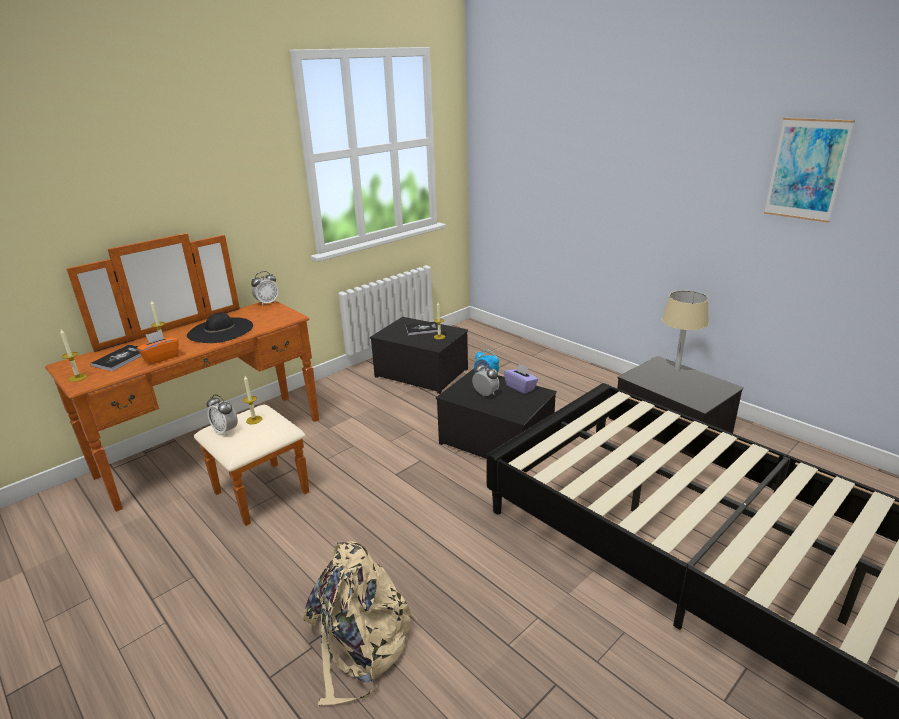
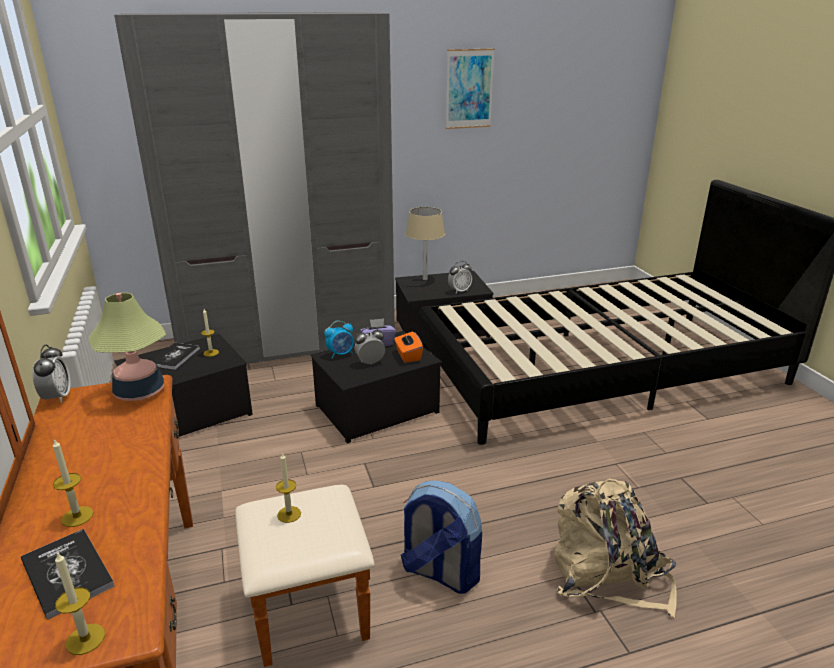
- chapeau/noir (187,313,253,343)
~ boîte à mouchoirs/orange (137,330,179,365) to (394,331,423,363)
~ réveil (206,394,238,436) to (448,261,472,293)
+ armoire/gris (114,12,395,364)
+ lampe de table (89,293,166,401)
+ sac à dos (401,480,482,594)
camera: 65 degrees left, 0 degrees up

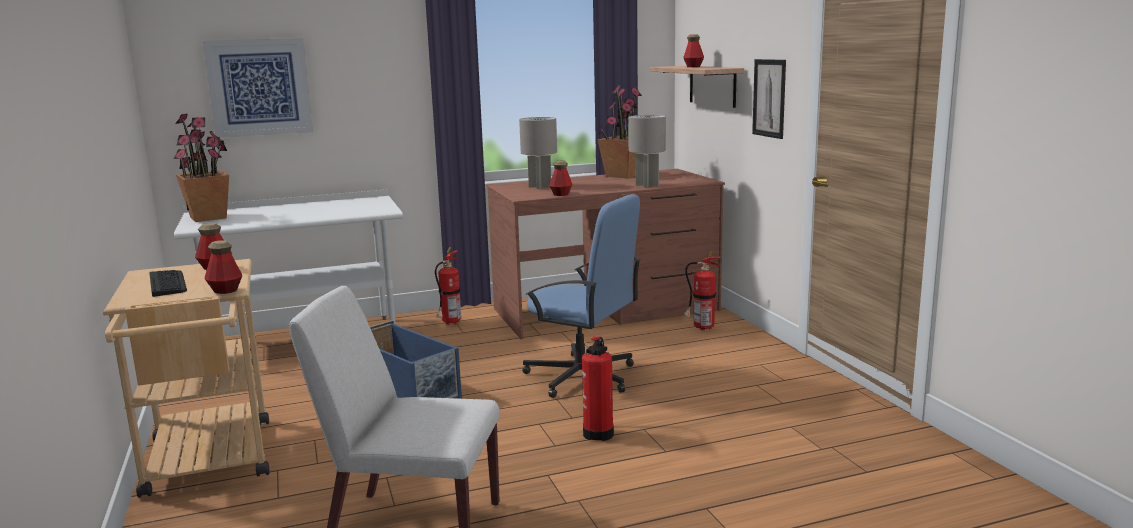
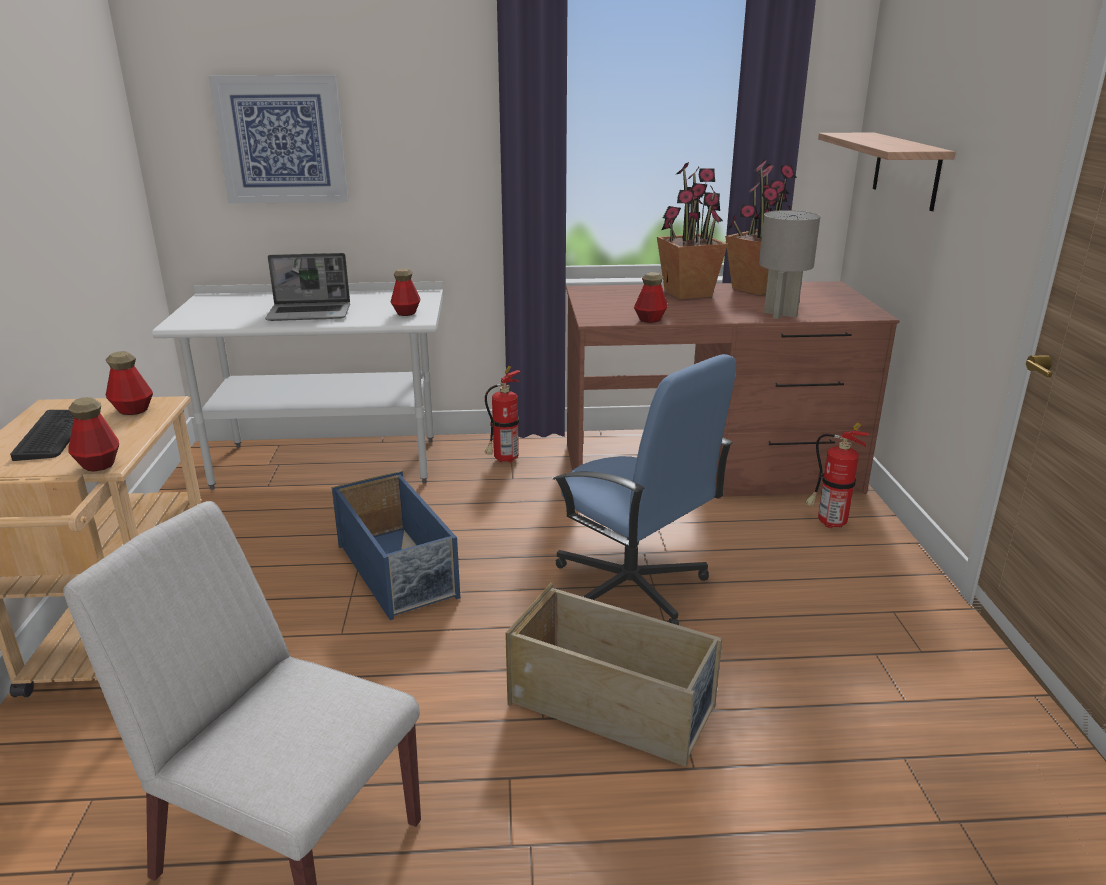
~ bouteille (683,34,704,67) to (391,268,421,316)
- tableau (752,59,786,139)
~ plante en pot (173,113,229,222) to (657,162,728,299)
- lampe de table/gris (519,117,557,189)
~ extincteur (582,336,614,441) to boîte de rangement/beige (505,583,722,767)
+ ordinateur portable (265,253,350,321)
camera: 15 degrees right, 10 degrees up

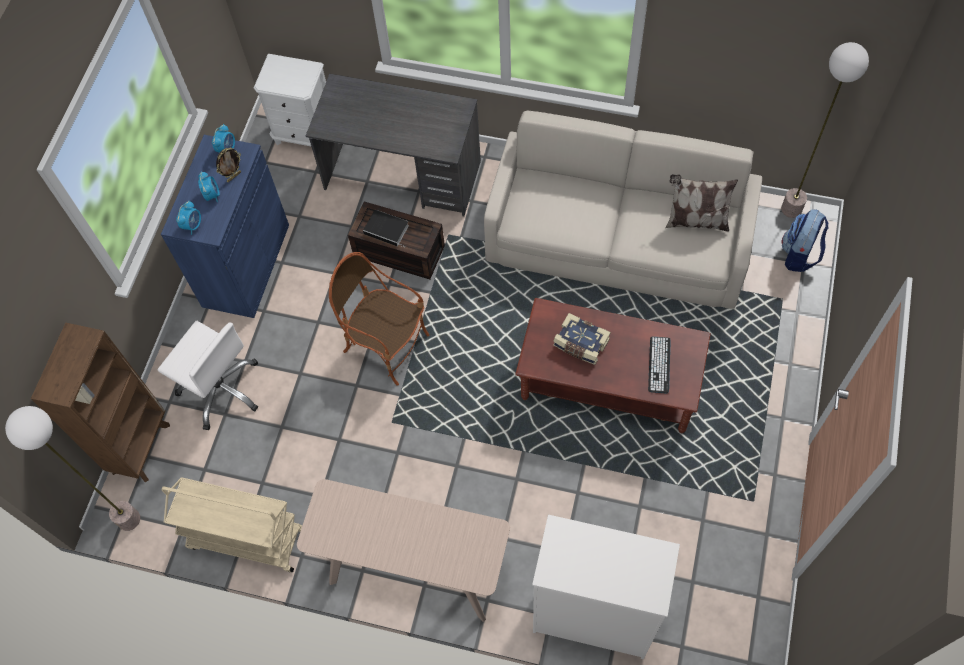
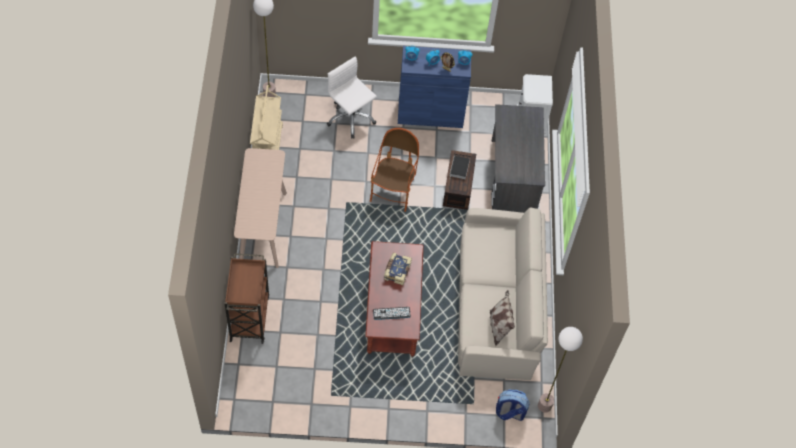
~ chaise de bureau/blanc (157,321,258,430) = (327,56,377,139) 120 degrees clockwise
- bibliothèque/marron (31,323,170,482)
~ commode/blanc (532,515,680,659) to chariot/marron (224,253,269,344)
camera: 70 degrees right, 5 degrees down

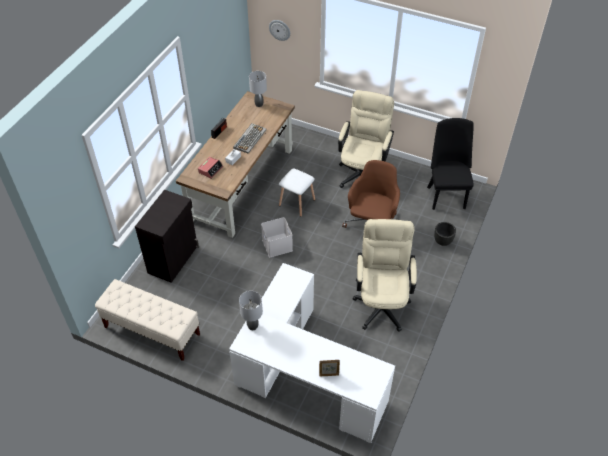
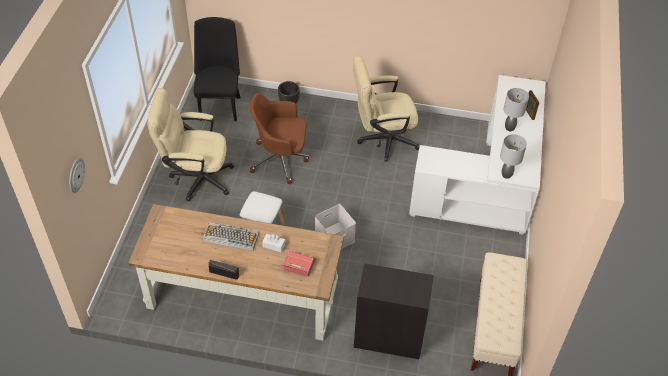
~ lampe de table/gris (249,71,267,107) to (503,88,529,131)
~ chaise/noir (427,118,474,210) = (193,17,241,121) 105 degrees clockwise
camera: 105 degrees left, 0 degrees up

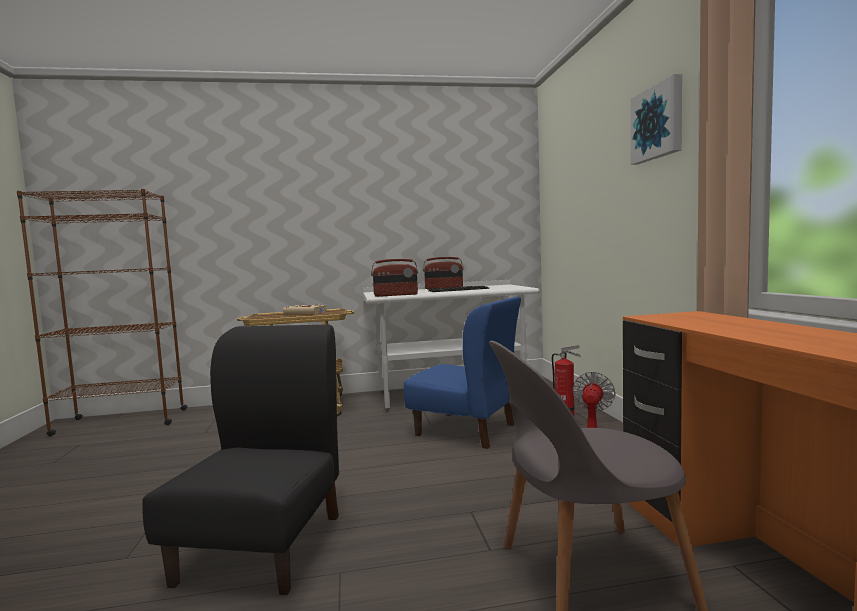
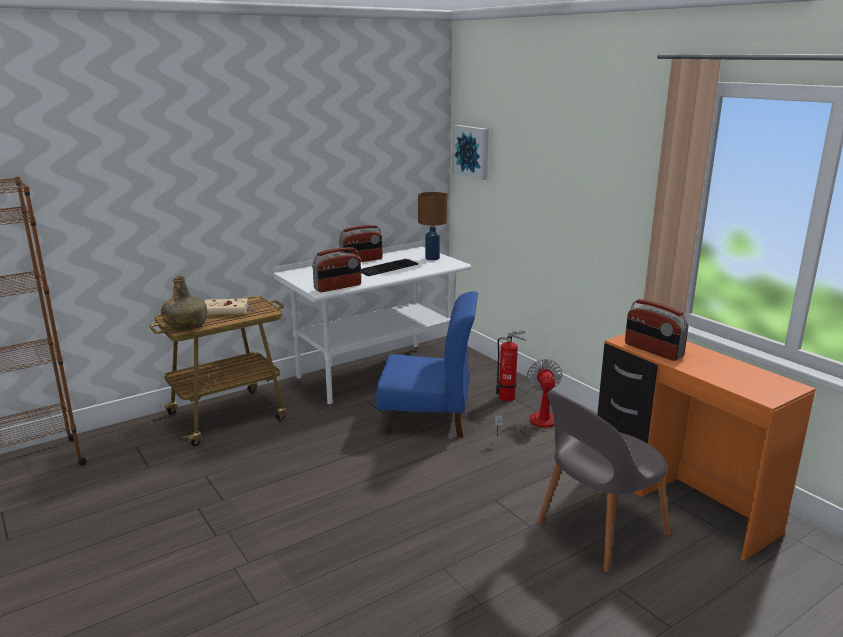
~ tableau (630,74,682,165) to (453,125,489,180)
- chaise/noir (142,325,339,595)
+ lampe de table/marron (418,192,448,260)
+ bouteille/vert (161,276,207,331)
+ radio (625,299,688,361)
camera: 25 degrees left, 15 degrees up

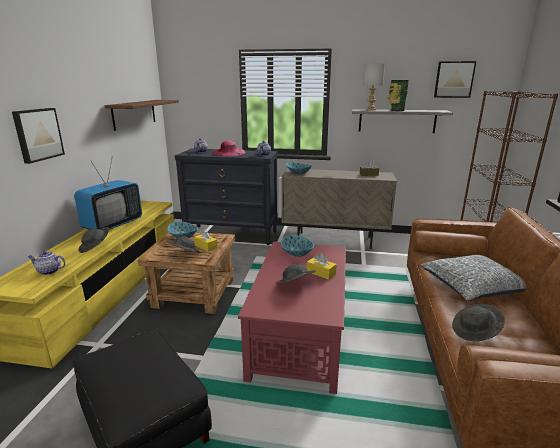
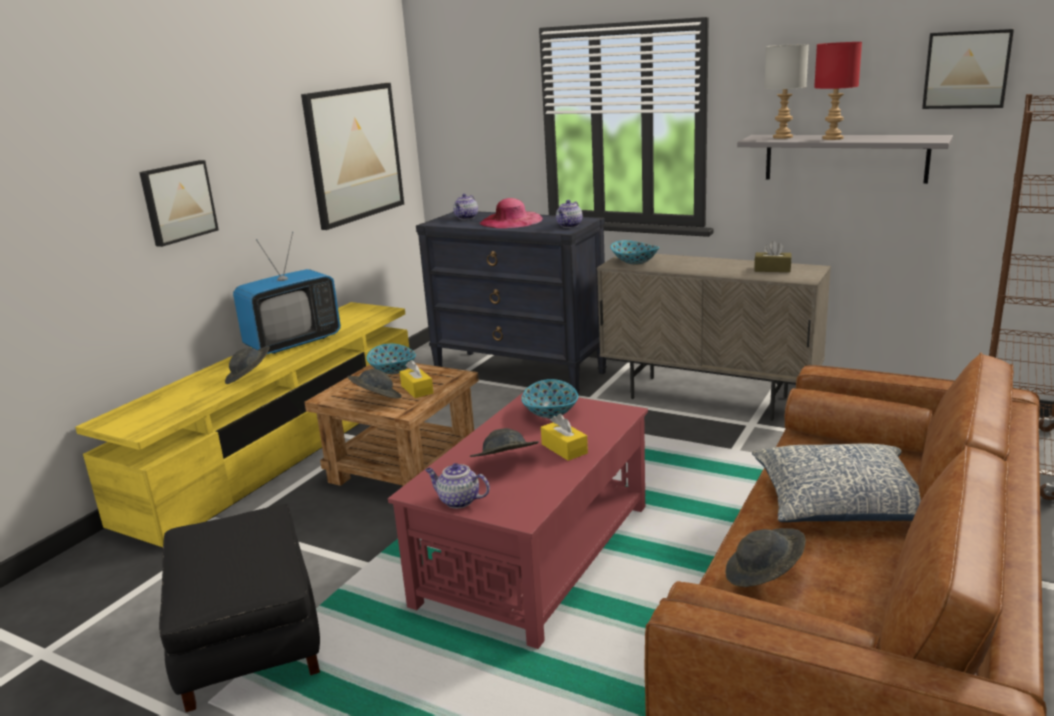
~ vase (387,80,409,111) to lampe de table/rouge (814,42,862,140)
~ étagère/marron (104,100,179,131) to tableau (301,83,404,230)
~ théière (28,251,66,275) to (425,463,490,508)
camera: 20 degrees right, 0 degrees up

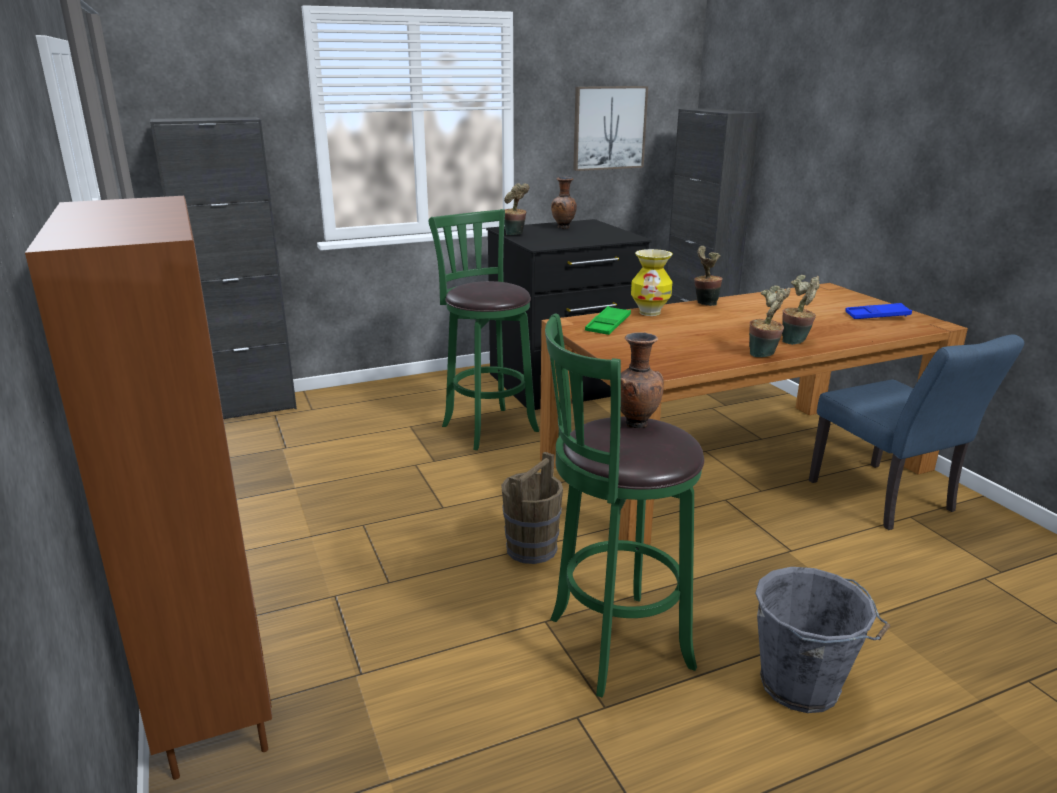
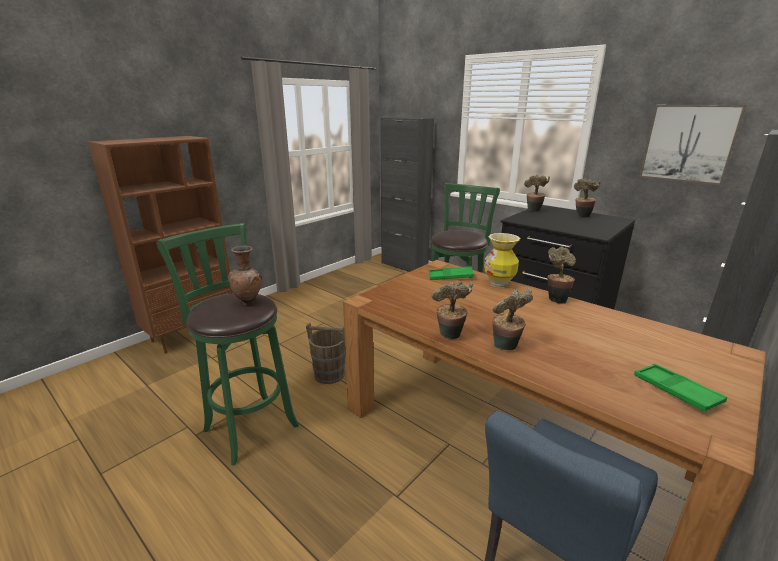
~ vase/marron (551,177,577,229) to plante en pot (574,178,601,217)
~ plateau/bleu (845,303,912,319) to plateau/vert (634,364,727,411)
- seau/gris (755,567,890,713)
camera: 65 degrees right, 0 degrees up

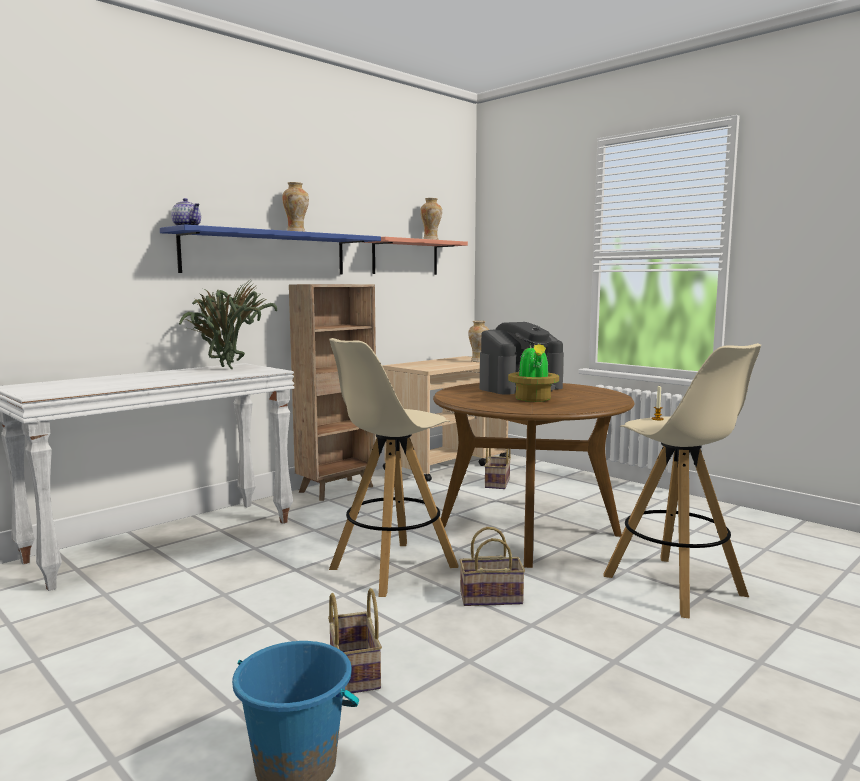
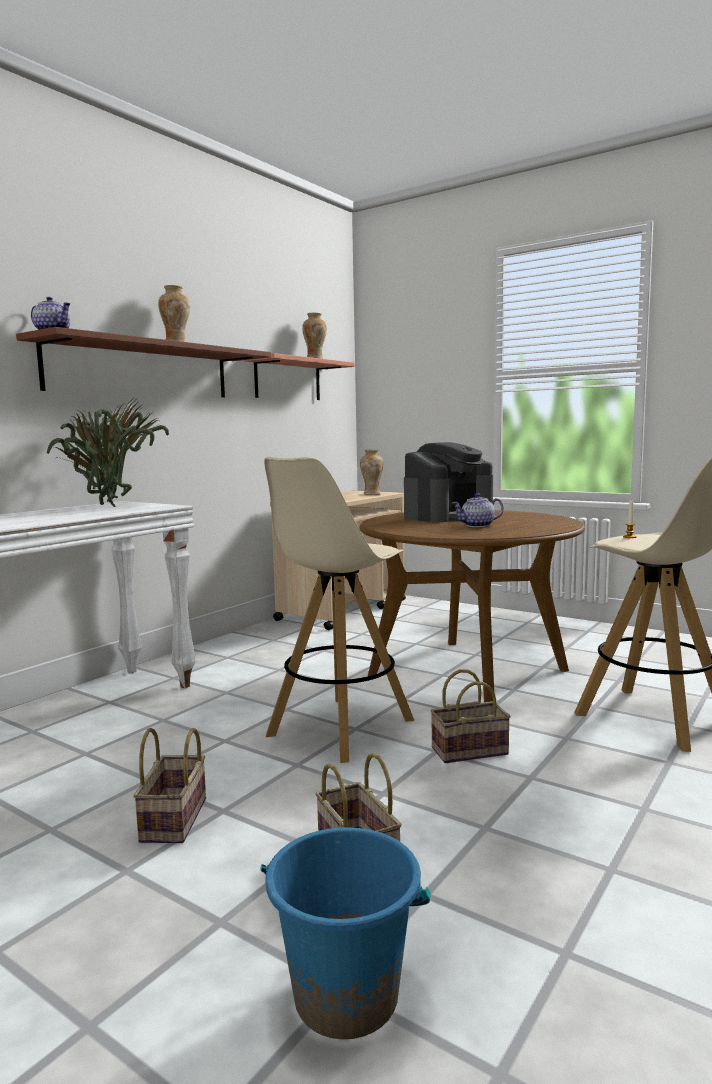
~ étagère/bleu (160,224,381,274) to étagère/marron (16,327,271,397)
- bibliothèque/marron (289,284,377,501)
~ plante en pot (508,343,559,402) to théière (452,493,504,527)
~ panier (484,448,511,489) to (133,728,206,843)
camera: 10 degrees left, 0 degrees up

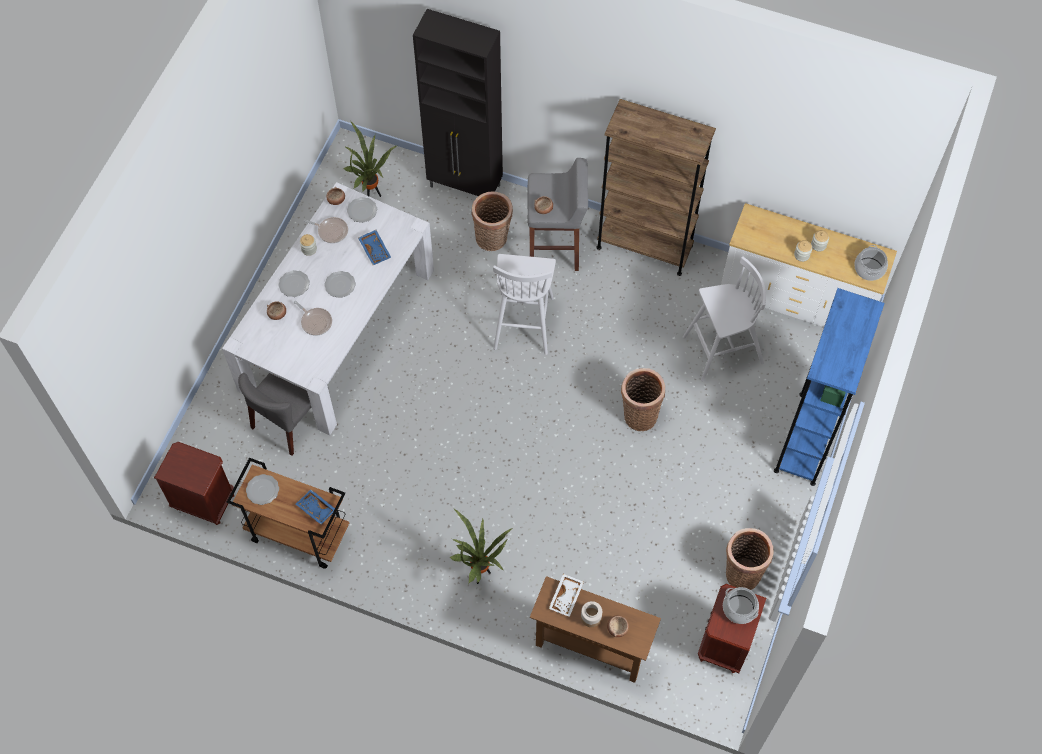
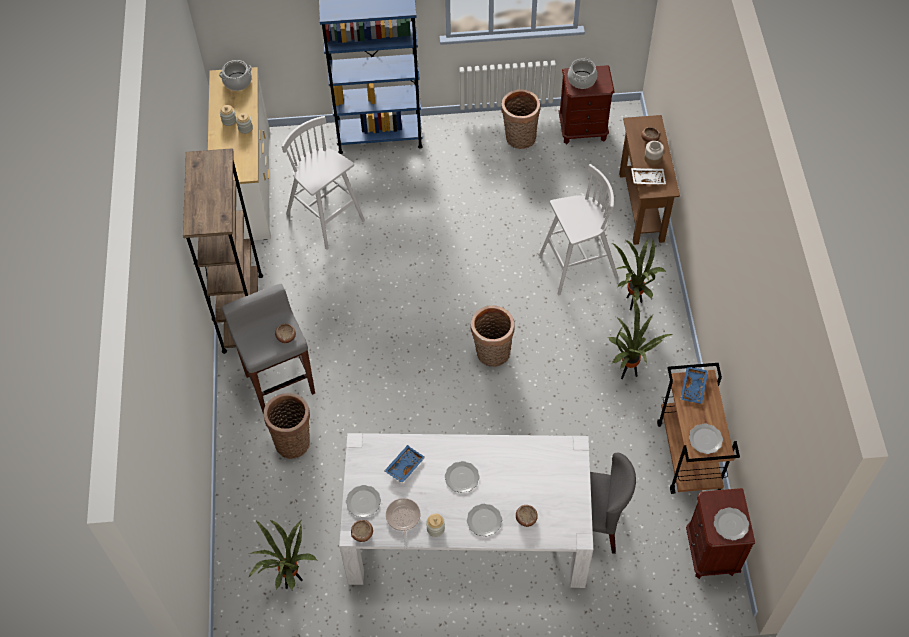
- meuble de rangement/noir (413,9,503,196)
~ tabouret/blanc (493,254,556,355) to (539,164,618,295)
- poêle (294,301,332,336)
~ panier (621,368,665,431) to (471,305,515,367)
+ plante en pot (608,294,674,379)
+ assiette (714,507,749,540)
camera: 115 degrees left, 5 degrees down

